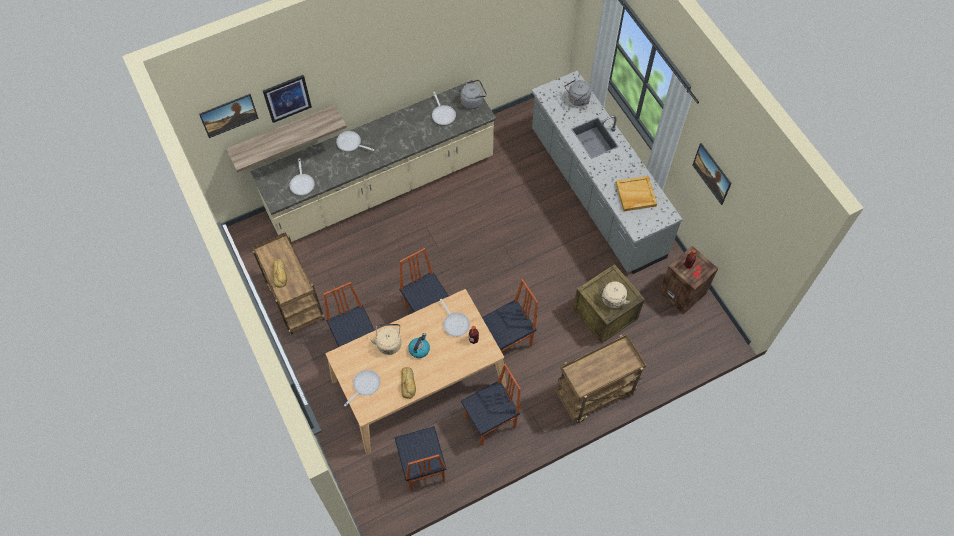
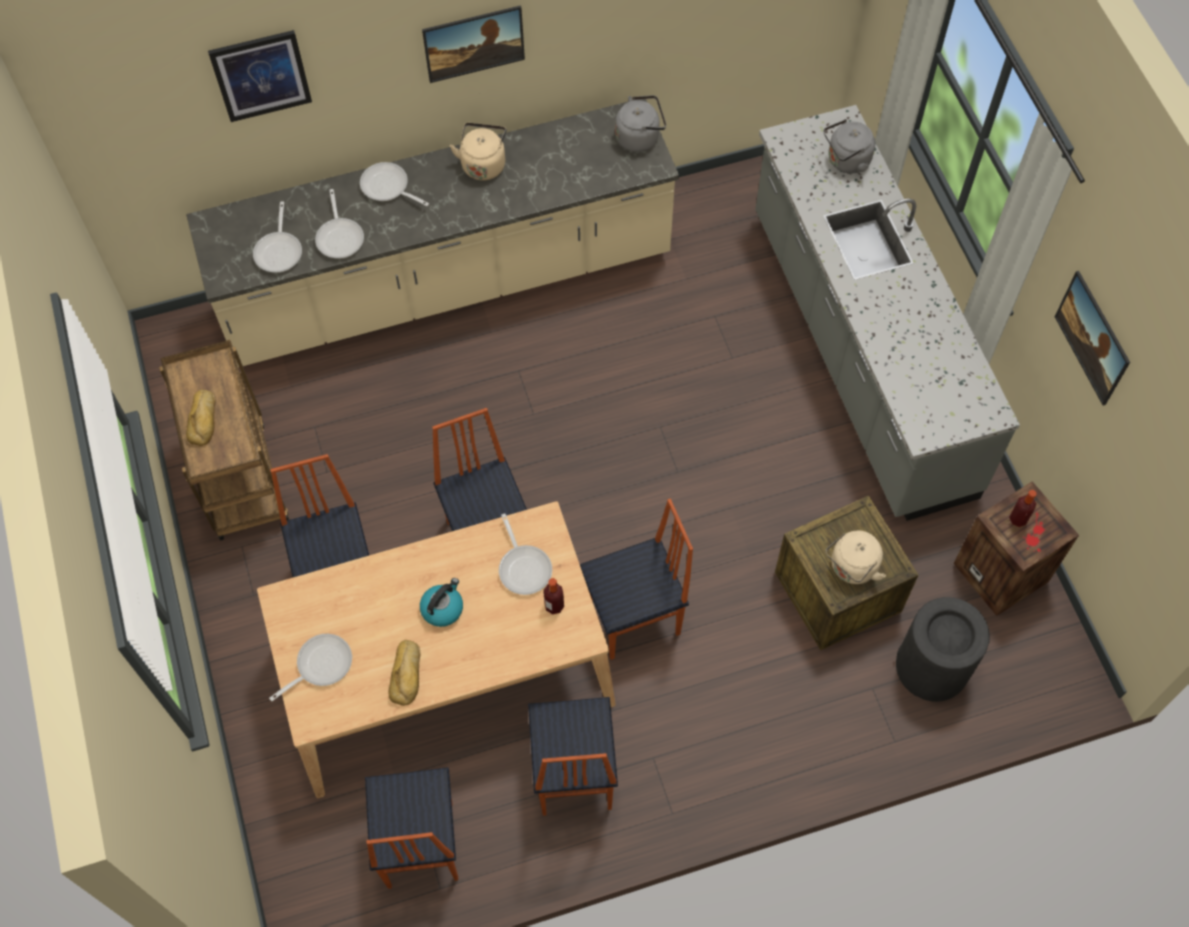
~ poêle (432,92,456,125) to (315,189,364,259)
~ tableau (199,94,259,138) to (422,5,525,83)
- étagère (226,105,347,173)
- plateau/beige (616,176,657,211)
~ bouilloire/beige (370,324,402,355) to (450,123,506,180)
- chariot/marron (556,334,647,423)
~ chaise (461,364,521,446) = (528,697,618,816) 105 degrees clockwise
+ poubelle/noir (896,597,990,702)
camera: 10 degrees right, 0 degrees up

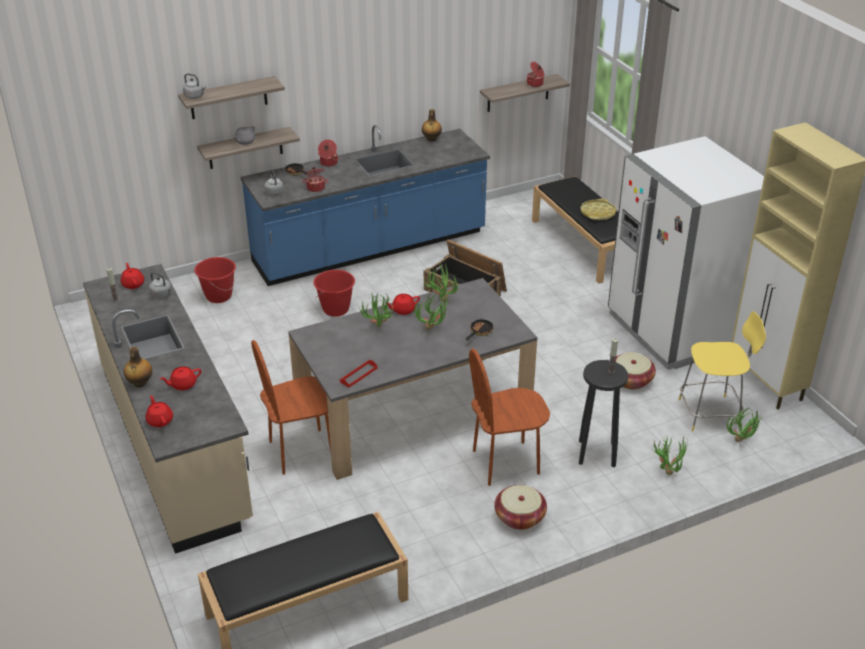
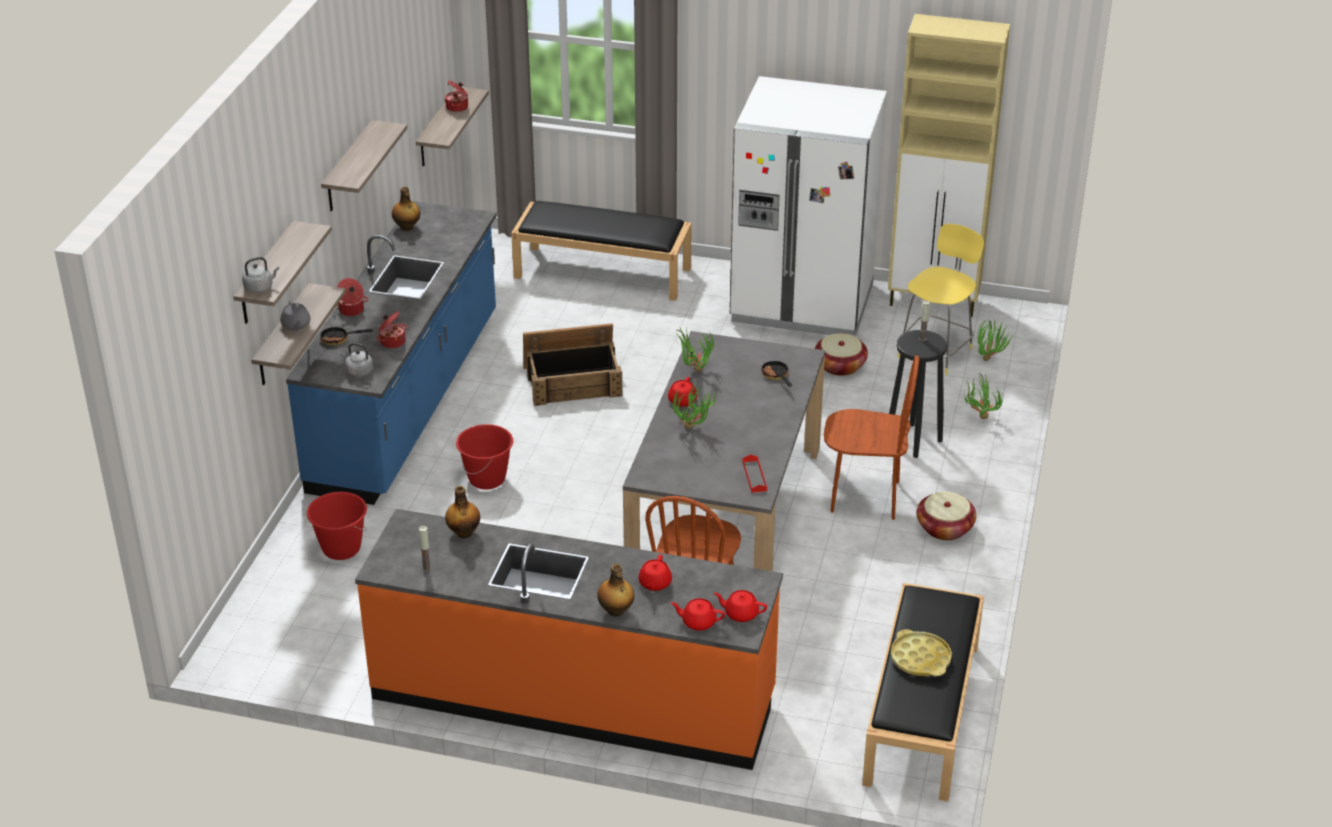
~ plateau/jaune (581,198,616,220) to (891,629,952,676)
~ théière/rouge (121,263,144,289) to (714,590,767,622)
~ comptoir de cuisine/beige (83,264,253,554) to comptoir de cuisine/orange (355,509,783,770)
~ bouilloire/gris (149,272,172,299) to bouteille (445,486,480,538)
- plante en pot (415,292,449,330)
~ chaise/marron (469,349,550,486) = (824,356,919,520) 105 degrees counterclockwise
+ étagère (321,120,407,211)
camera: 50 degrees left, 0 degrees up

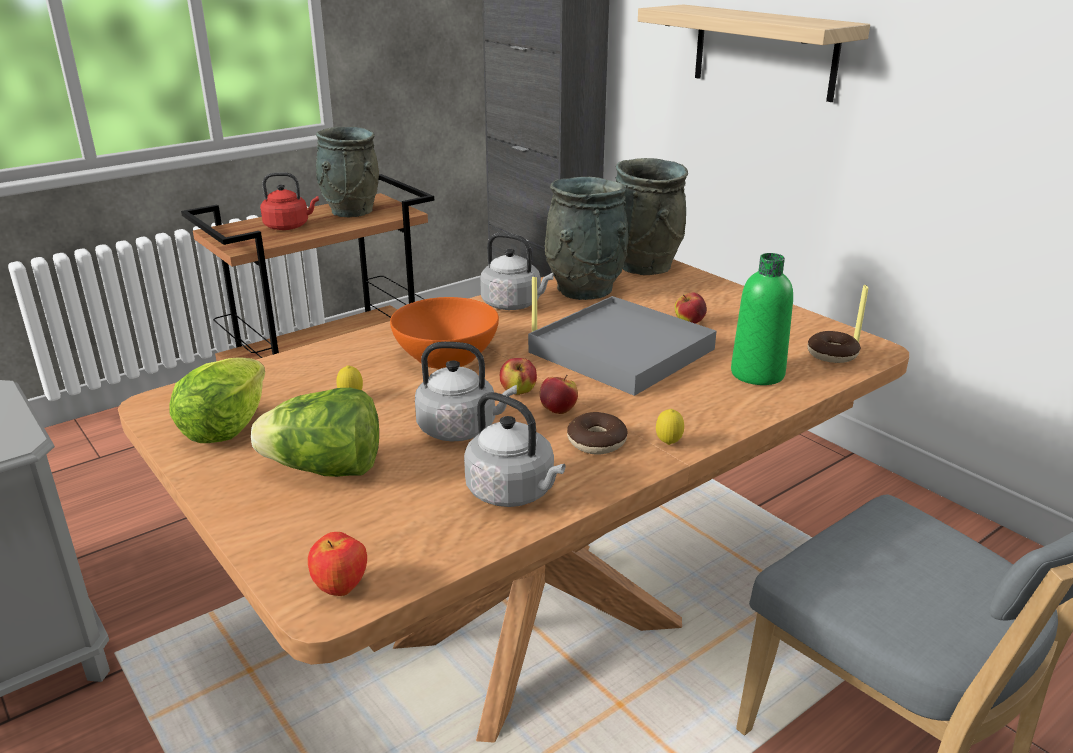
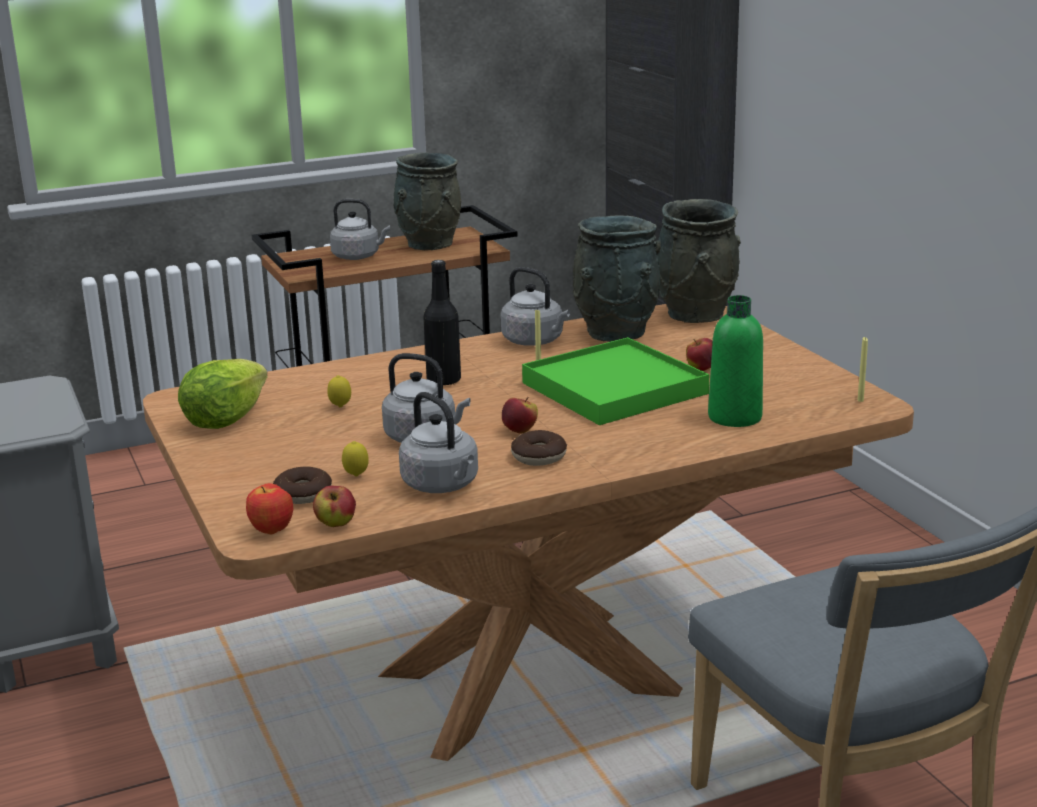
- étagère (638,4,870,102)
~ bouilloire/rouge (260,172,319,230) to bouilloire/gris (330,199,390,260)
~ plateau/gris (528,296,717,396) to plateau/vert (522,337,709,425)
~ bol/orange (390,297,499,369) to bouteille/noir (423,260,461,385)
~ beignet (807,331,861,363) to (273,467,332,504)
~ pomme (500,358,537,395) to (313,486,356,527)
- laitue (251,388,379,477)
~ citron (656,409,684,445) to (342,441,369,477)
camera: 15 degrees right, 5 degrees down

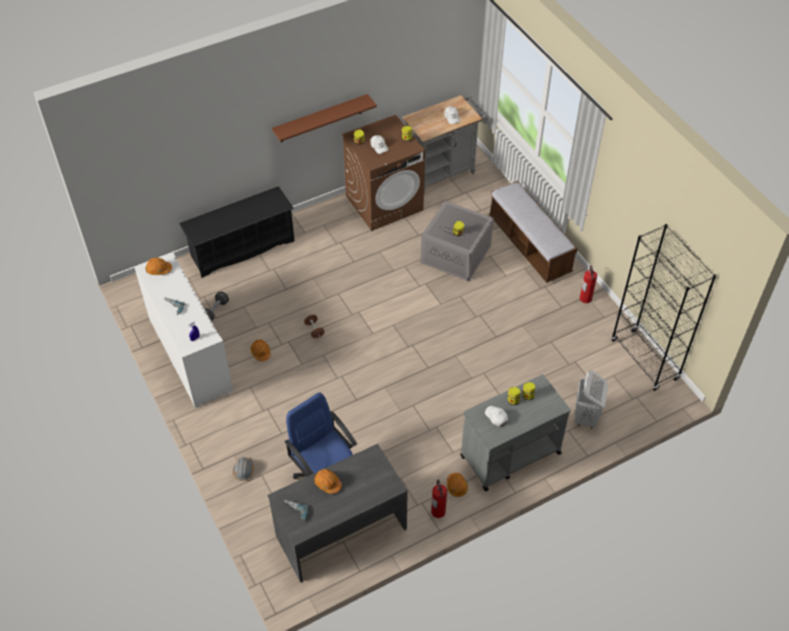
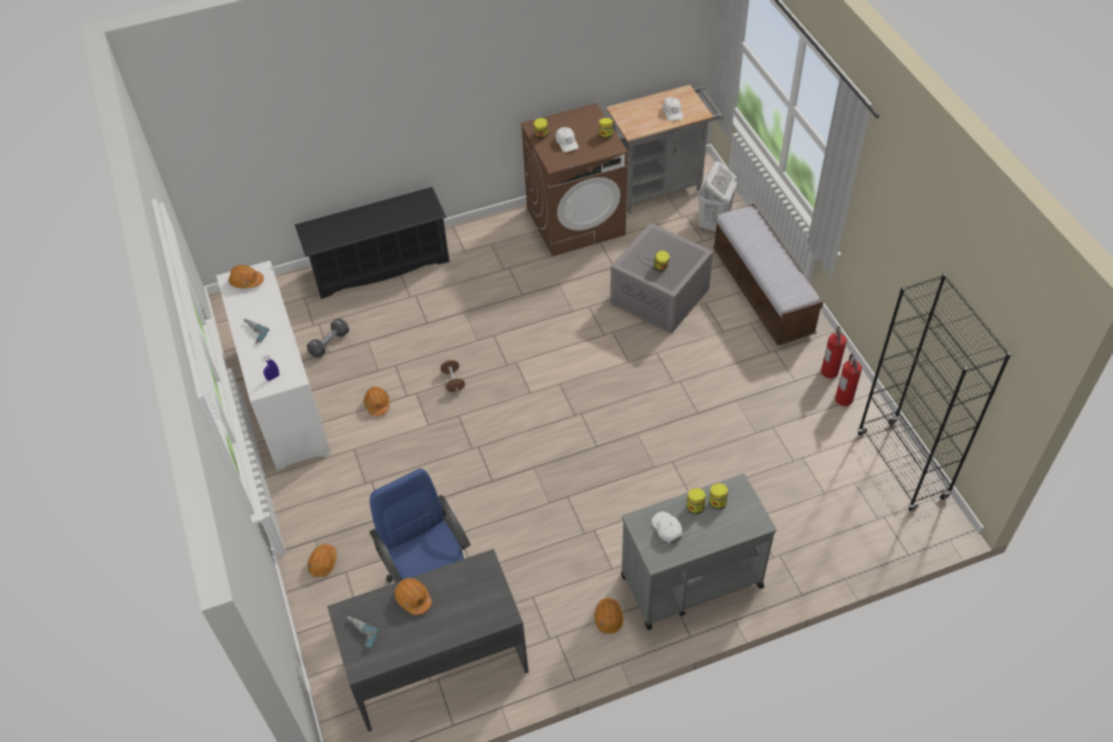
- étagère/marron (272,94,377,142)
~ panier à linge/blanc (575,370,608,429) to (698,161,738,231)
~ casque de chantier/gris (233,457,254,481) to casque de chantier/orange (307,544,337,577)
~ extincteur (431,480,447,518) to (835,354,862,406)
camera: 10 degrees right, 0 degrees up

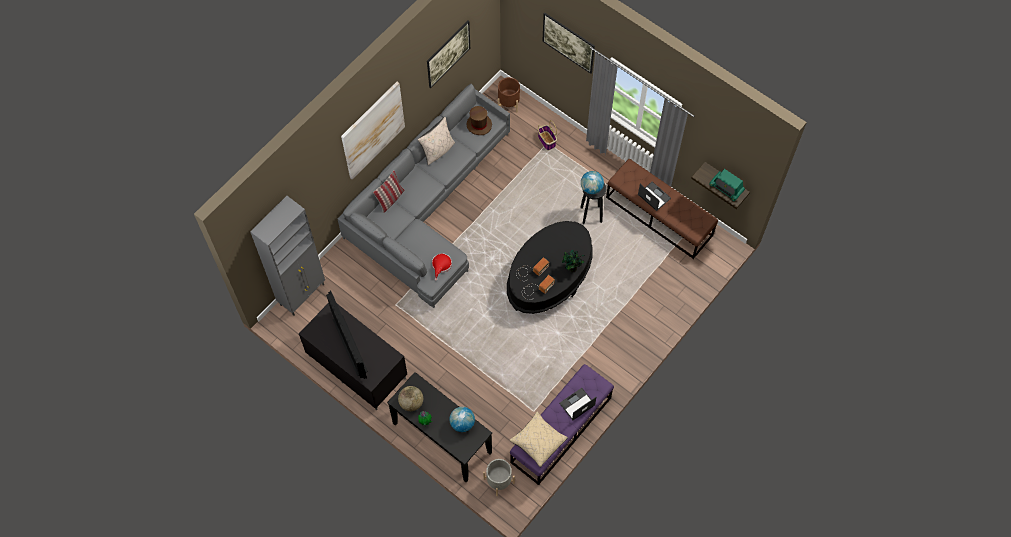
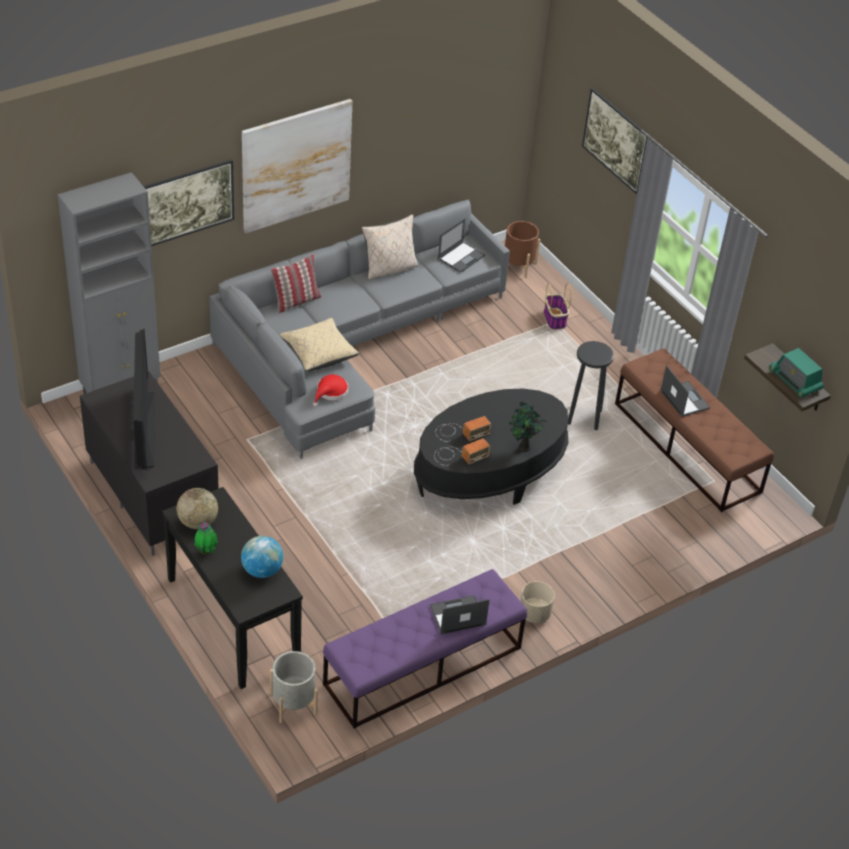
~ tableau (427,21,470,88) to (143,159,234,246)
~ chapeau/marron (466,106,492,135) to ordinateur portable (438,218,485,273)
- globe (581,171,604,194)
~ coussin/beige (509,411,568,467) to (280,318,359,372)
+ cache-pot/beige (520,581,555,623)
camera: 15 degrees right, 20 degrees down

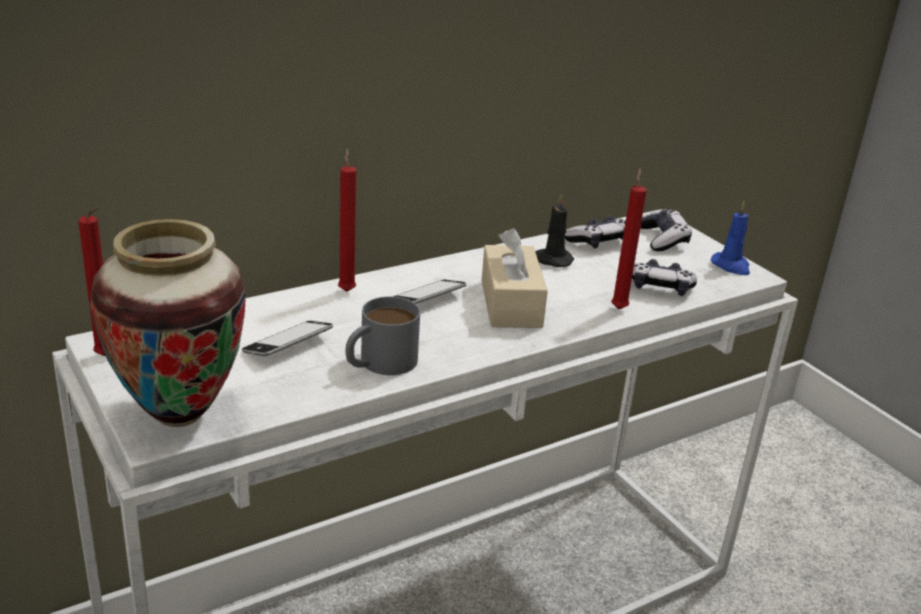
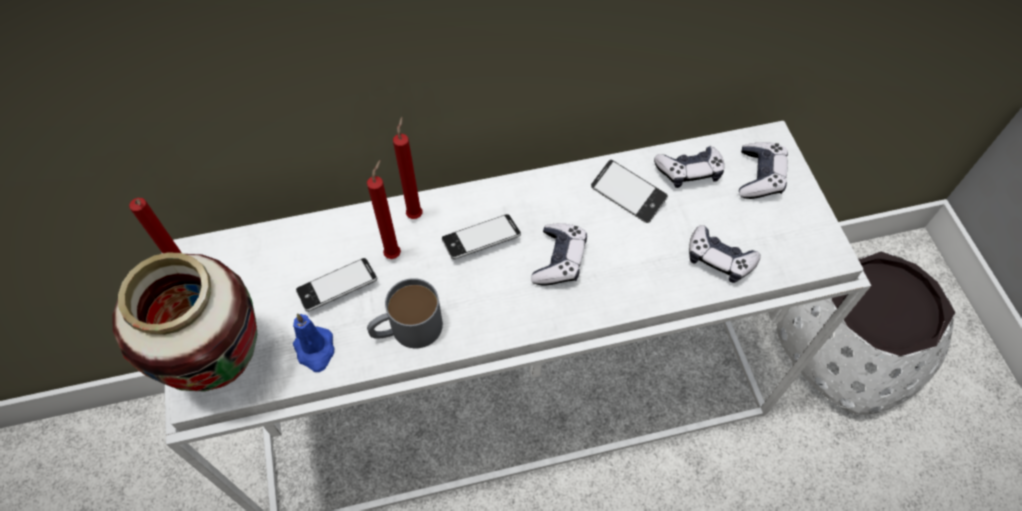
~ bougie/rouge (611,168,647,309) to (367,160,401,259)
~ bougie/noir (535,194,574,267) to téléphone (591,160,668,223)
~ bougie/bleu (710,201,750,275) to (293,313,334,372)
~ boîte à mouchoirs/beige (482,228,548,328) to manette (531,223,587,285)
+ cache-pot/blanc (776,251,955,415)
camera: 20 degrees right, 30 degrees up

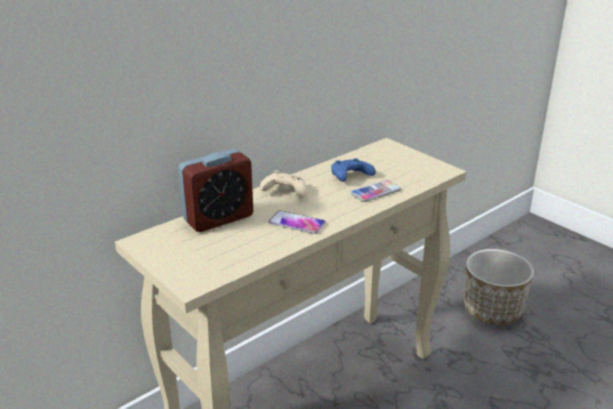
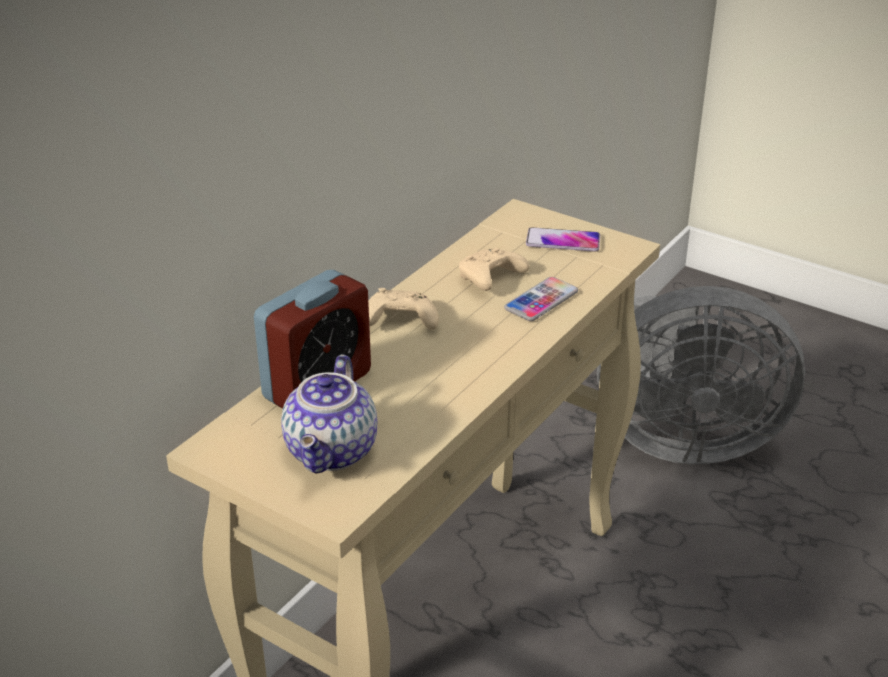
~ manette/bleu (331,158,376,182) to manette/beige (459,248,529,291)
~ téléphone (269,211,326,234) to (526,227,600,252)
~ cache-pot (464,249,534,325) to ventilateur/gris (597,286,805,464)
+ théière (281,354,377,474)
camera: 15 degrees left, 5 degrees up

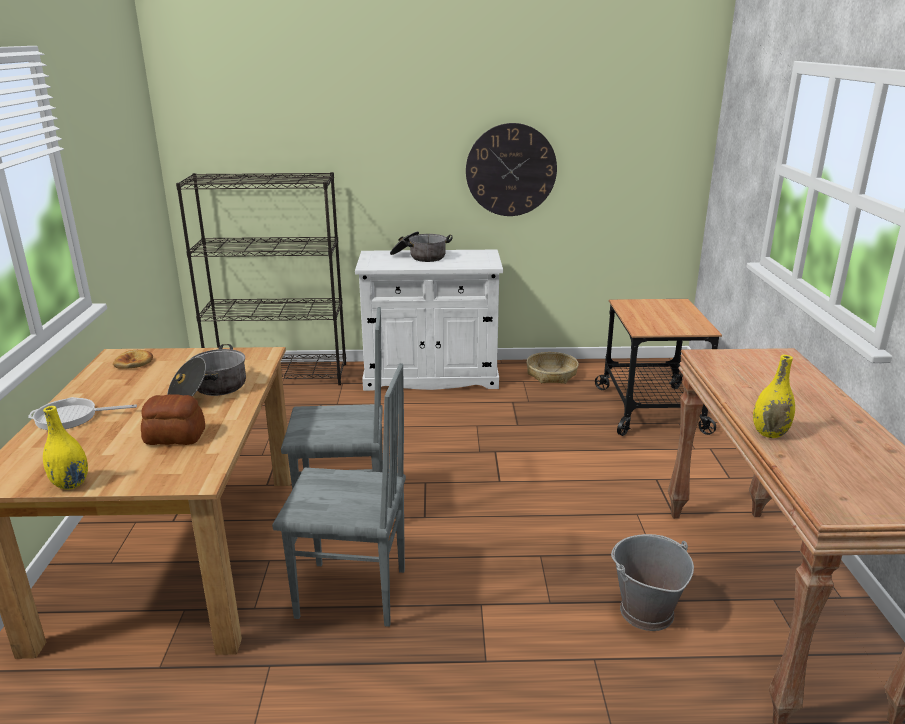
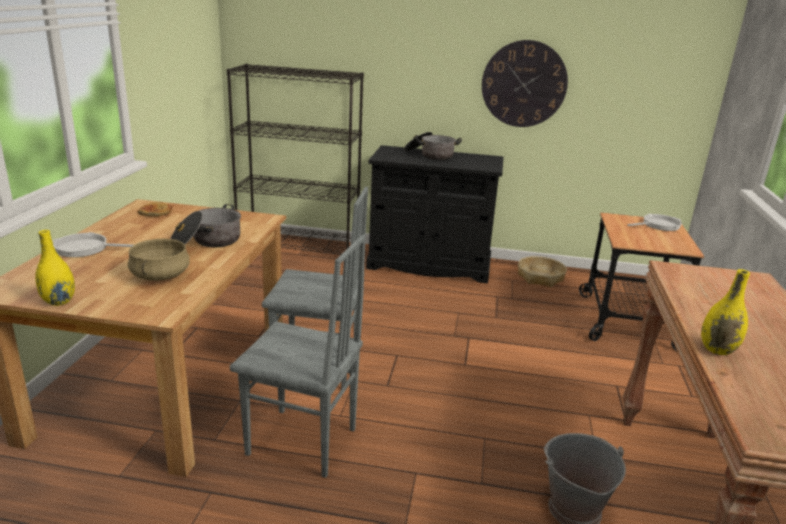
~ meuble de rangement/blanc (355,250,503,391) to meuble de rangement/noir (366,145,503,284)
~ pain (141,394,205,445) to marmite/beige (128,239,190,281)
+ poêle (627,214,682,231)
camera: 10 degrees right, 0 degrees up

